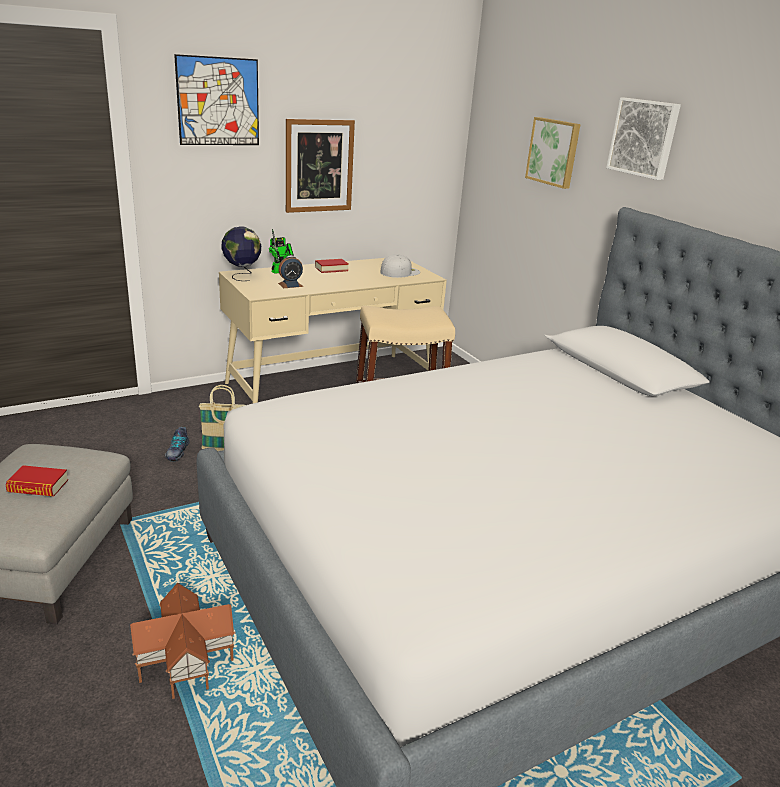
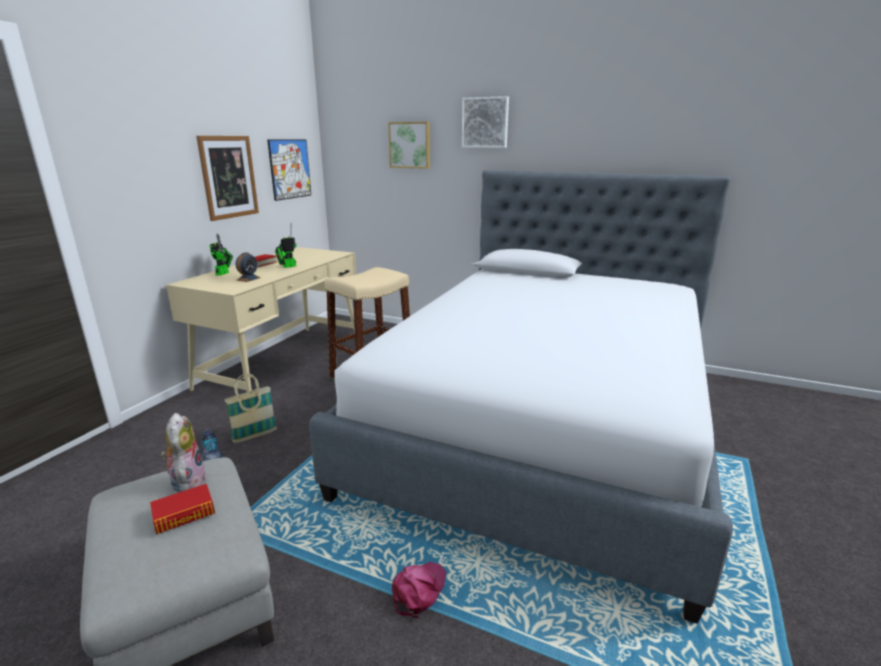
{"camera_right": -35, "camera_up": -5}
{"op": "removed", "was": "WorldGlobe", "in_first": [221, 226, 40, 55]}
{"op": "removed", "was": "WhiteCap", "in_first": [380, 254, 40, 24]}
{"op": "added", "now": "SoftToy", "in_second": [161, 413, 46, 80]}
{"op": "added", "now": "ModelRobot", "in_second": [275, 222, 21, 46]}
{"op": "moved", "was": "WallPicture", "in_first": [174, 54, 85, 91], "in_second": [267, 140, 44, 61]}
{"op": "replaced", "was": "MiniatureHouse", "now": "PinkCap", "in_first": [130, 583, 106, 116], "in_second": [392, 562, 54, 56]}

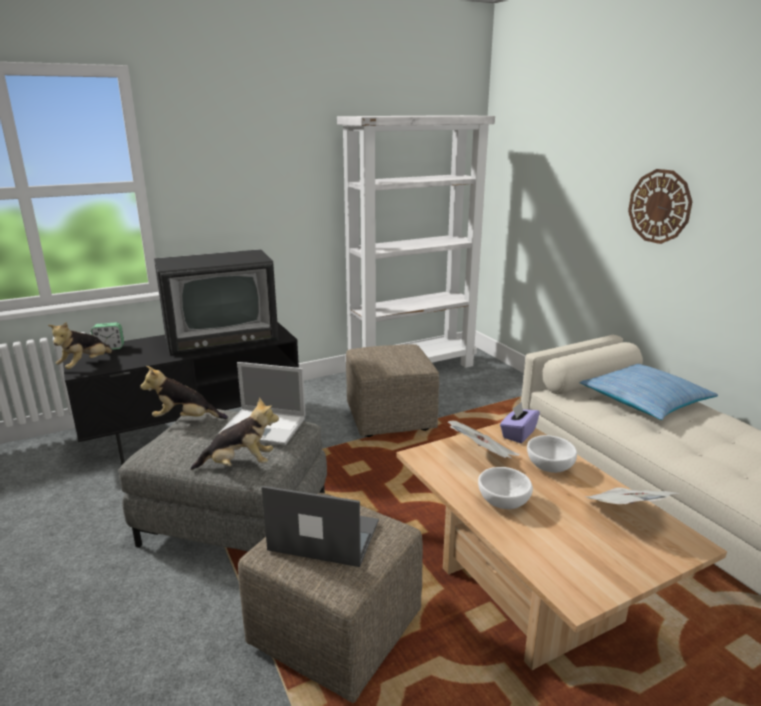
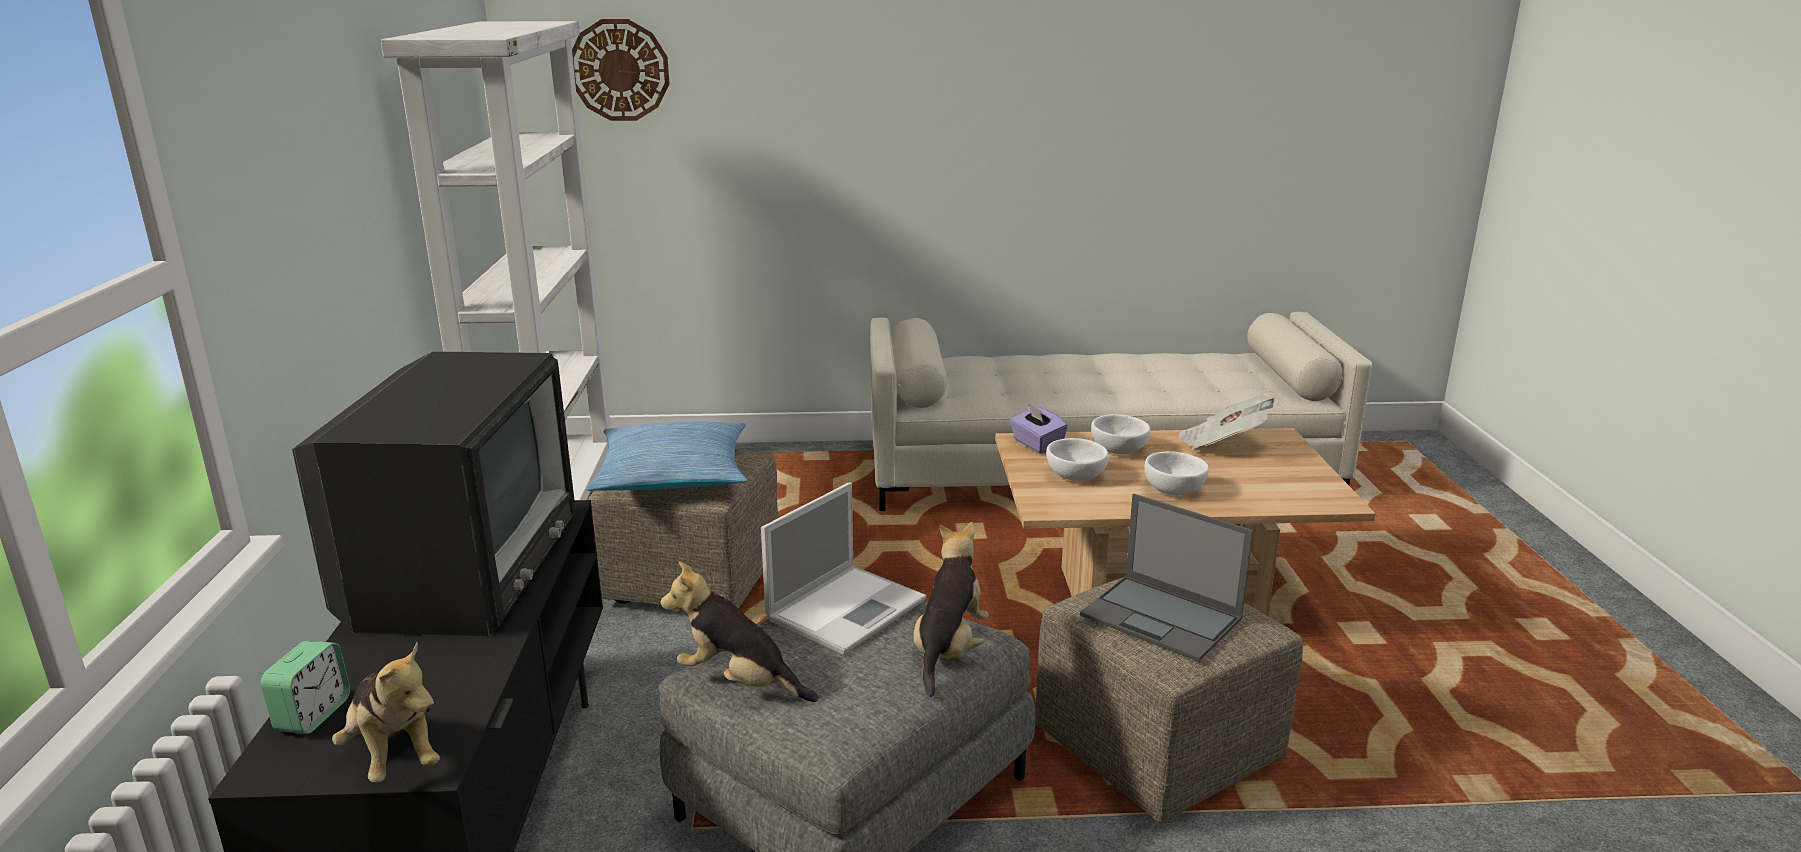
{"camera_right": -65, "camera_up": 0}
{"op": "moved", "was": "Pillow", "in_first": [580, 364, 138, 56], "in_second": [586, 421, 161, 70]}
{"op": "moved", "was": "HangingClock", "in_first": [628, 169, 64, 75], "in_second": [572, 19, 98, 102]}
{"op": "replaced", "was": "DailyPaper", "now": "WhiteDeepDish", "in_first": [448, 421, 72, 37], "in_second": [1046, 438, 63, 43]}
{"op": "turned", "was": "SoftToy", "in_first": [140, 366, 88, 53], "in_second": [660, 561, 158, 141], "clockwise": 90}
{"op": "turned", "was": "NotebookComputer", "in_first": [262, 486, 117, 81], "in_second": [1080, 494, 173, 168], "clockwise": -90}

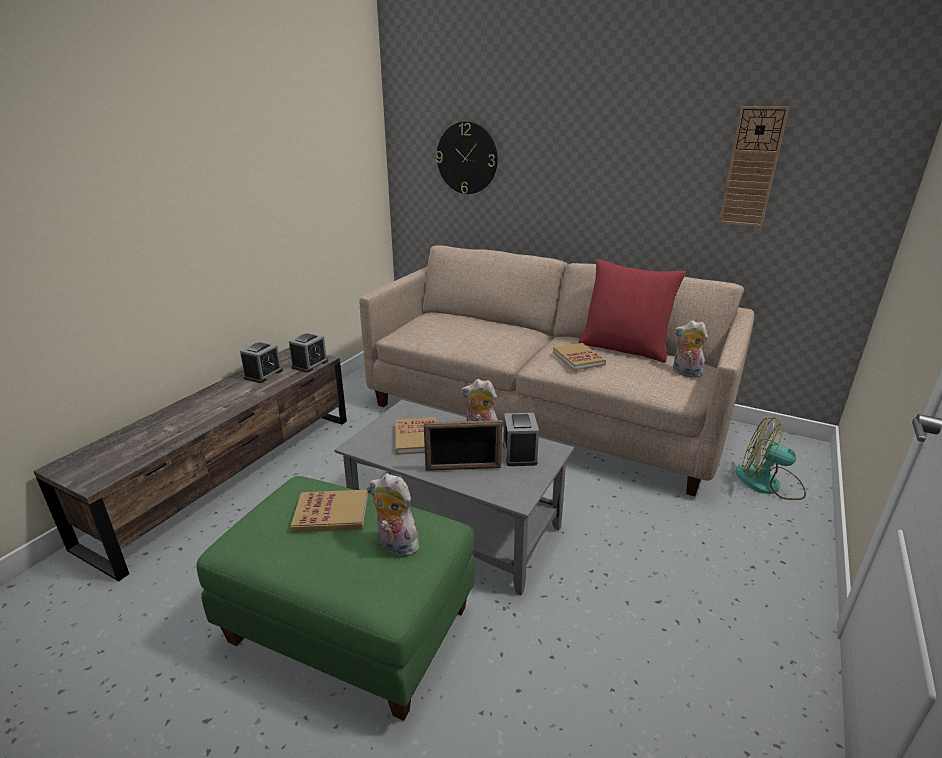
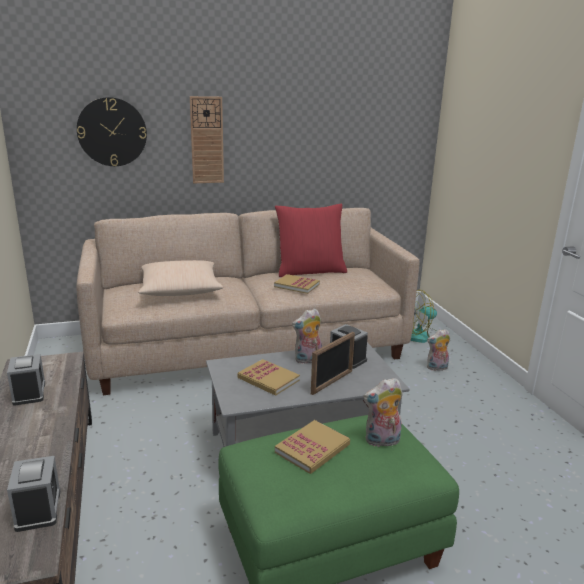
{"camera_right": -45, "camera_up": -5}
{"op": "added", "now": "BeigeColouredPillow", "in_second": [138, 260, 85, 36]}
{"op": "moved", "was": "AlarmClock", "in_first": [289, 333, 39, 40], "in_second": [7, 456, 53, 76]}
{"op": "moved", "was": "SoftToy", "in_first": [673, 320, 35, 58], "in_second": [427, 329, 23, 42]}
{"op": "moved", "was": "HangingClock", "in_first": [719, 106, 70, 121], "in_second": [190, 96, 34, 87]}

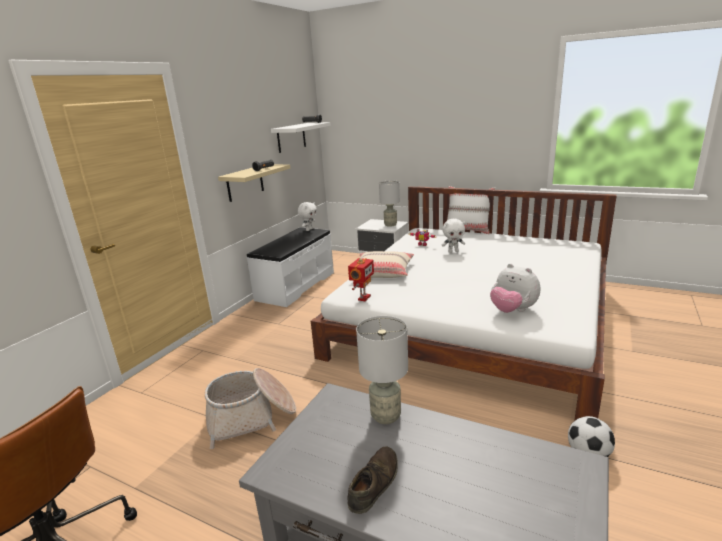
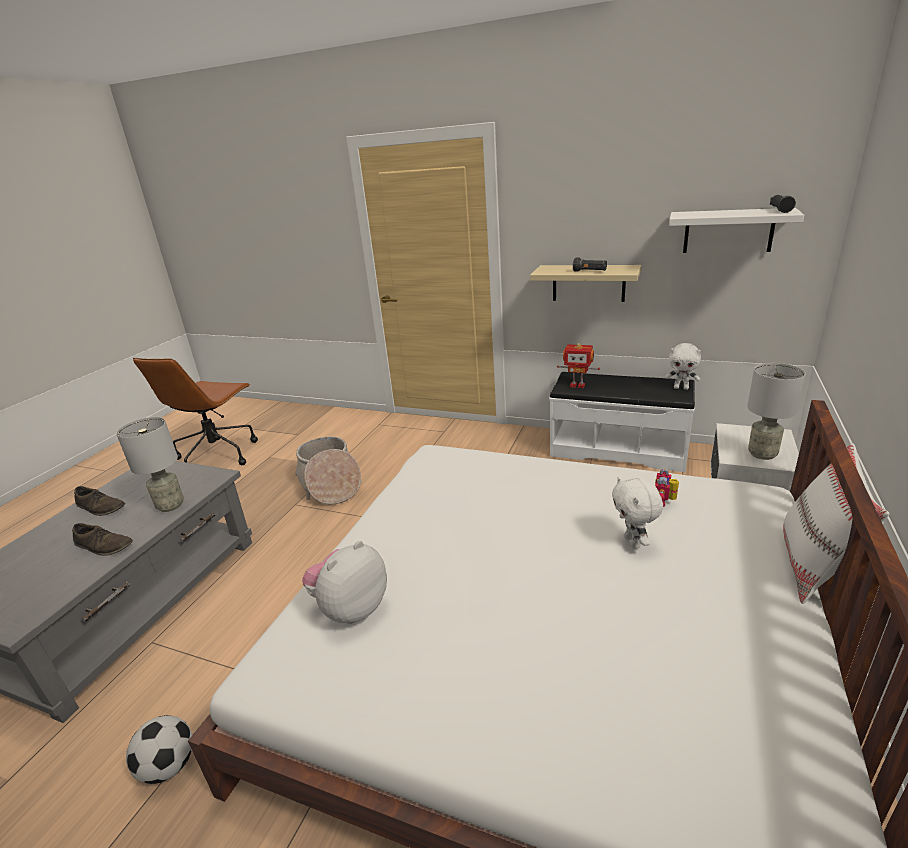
{"camera_right": 85, "camera_up": 5}
{"op": "removed", "was": "BeigeColouredPillow", "in_first": [348, 251, 66, 27]}
{"op": "added", "now": "BrownColouredShoe", "in_second": [72, 523, 61, 33]}
{"op": "moved", "was": "ModelRobot", "in_first": [348, 258, 26, 43], "in_second": [557, 343, 43, 45]}

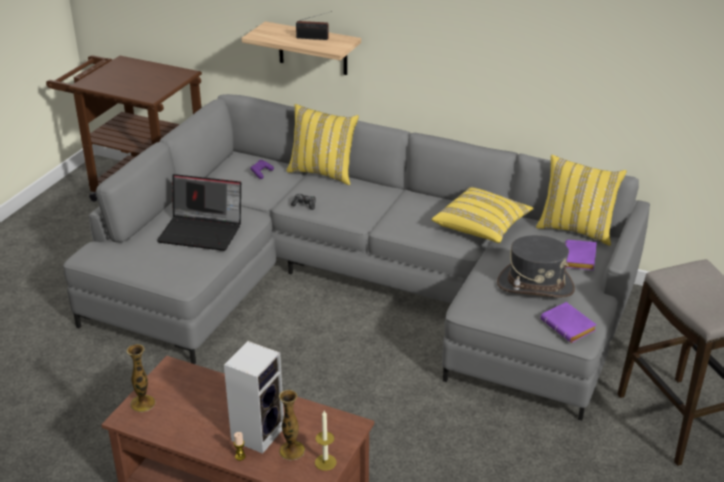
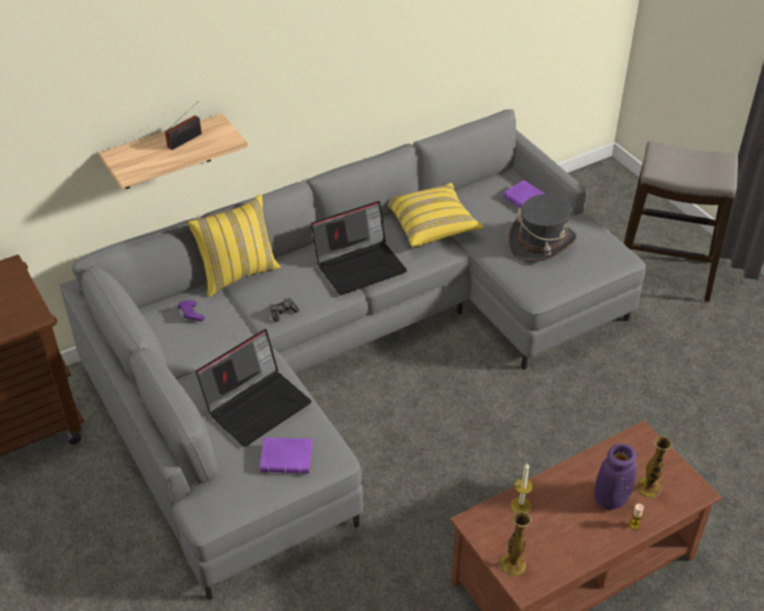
{"camera_right": -55, "camera_up": 10}
{"op": "removed", "was": "YellowPillow", "in_first": [536, 155, 91, 91]}
{"op": "added", "now": "NotebookComputer", "in_second": [311, 201, 96, 94]}
{"op": "moved", "was": "WaxLight", "in_first": [315, 411, 22, 60], "in_second": [510, 463, 23, 50]}
{"op": "moved", "was": "PurplishVolume", "in_first": [540, 302, 57, 41], "in_second": [260, 437, 53, 37]}
{"op": "replaced", "was": "Loudspeaker", "now": "PurplishVase", "in_first": [224, 341, 60, 113], "in_second": [594, 444, 43, 66]}

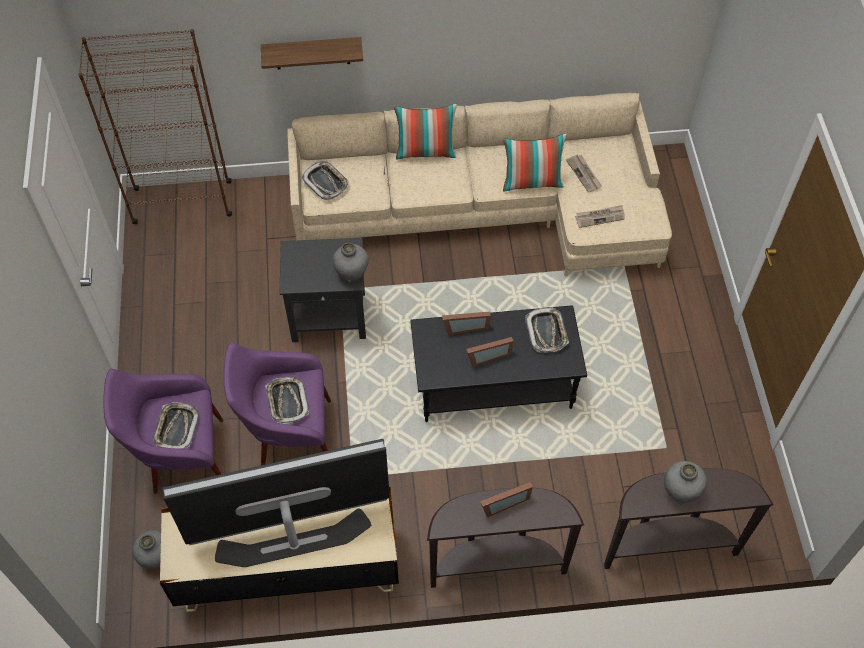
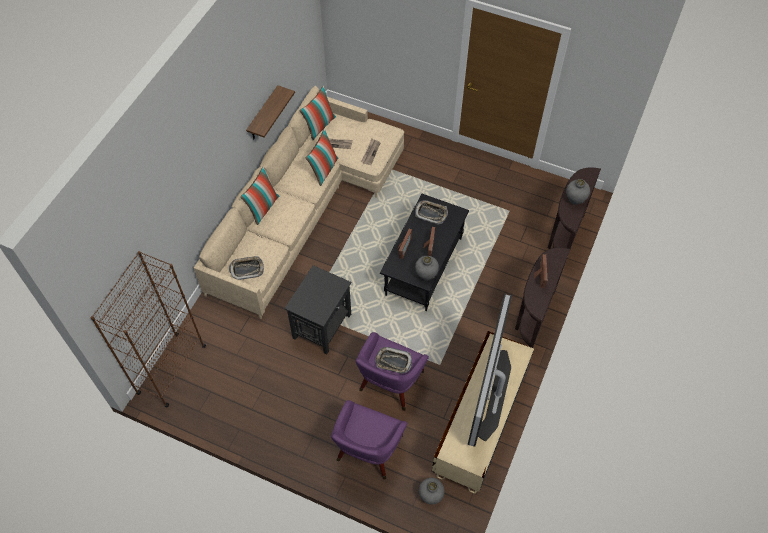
{"camera_right": -60, "camera_up": 0}
{"op": "removed", "was": "Tray", "in_first": [153, 402, 46, 47]}
{"op": "added", "now": "Pillow", "in_second": [299, 86, 37, 54]}
{"op": "moved", "was": "WallShelf", "in_first": [261, 37, 102, 32], "in_second": [246, 85, 49, 54]}
{"op": "moved", "was": "GrayVase", "in_first": [333, 243, 36, 39], "in_second": [415, 256, 24, 24]}

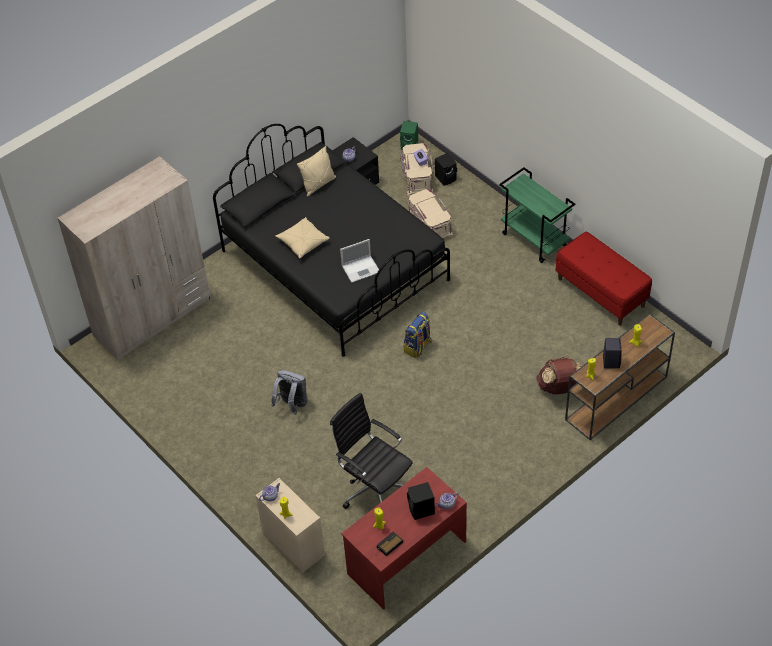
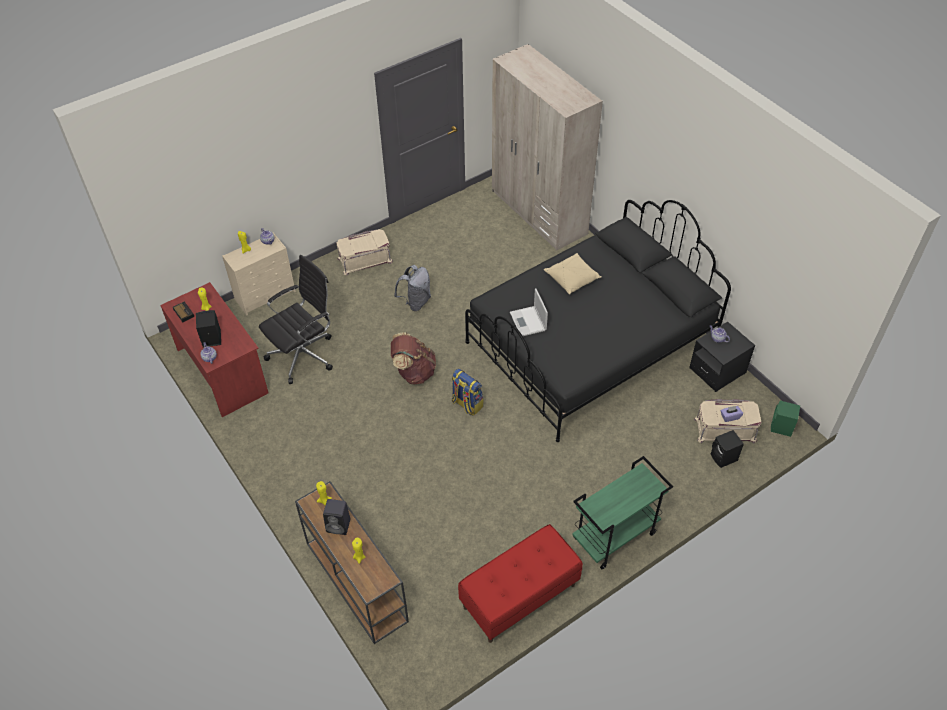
{"camera_right": 95, "camera_up": 0}
{"op": "removed", "was": "BeigeColouredPillow", "in_first": [297, 146, 39, 51]}
{"op": "moved", "was": "BeigeColouredStorageBox", "in_first": [408, 189, 45, 49], "in_second": [336, 229, 57, 46]}
{"op": "moved", "was": "BrownColouredRucksack", "in_first": [536, 357, 47, 37], "in_second": [391, 332, 45, 52]}

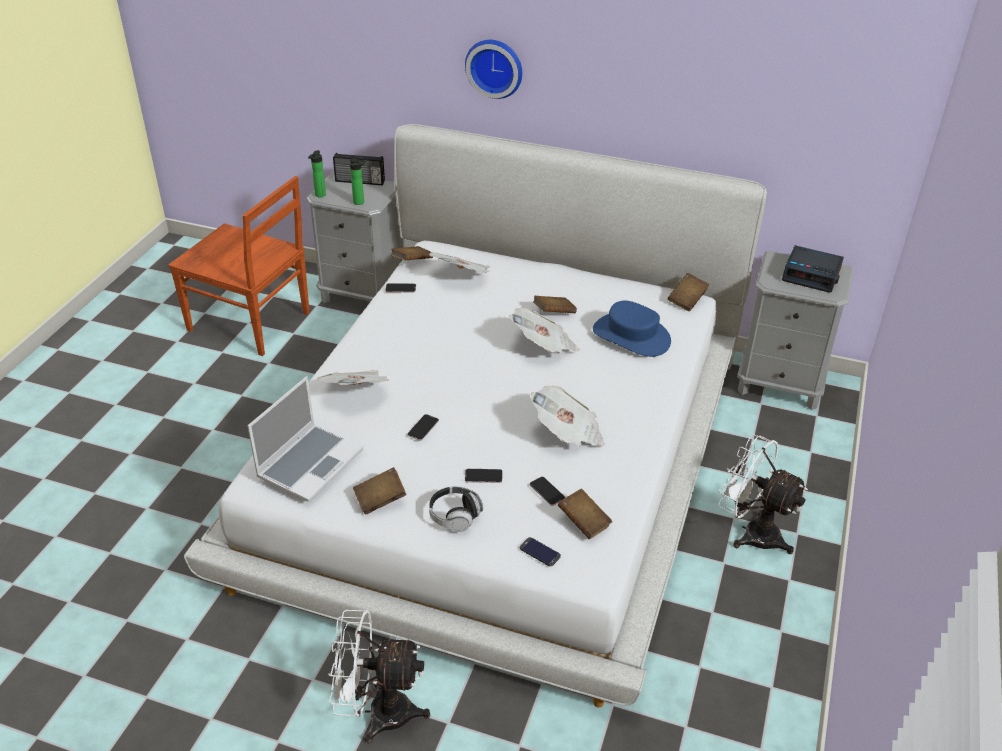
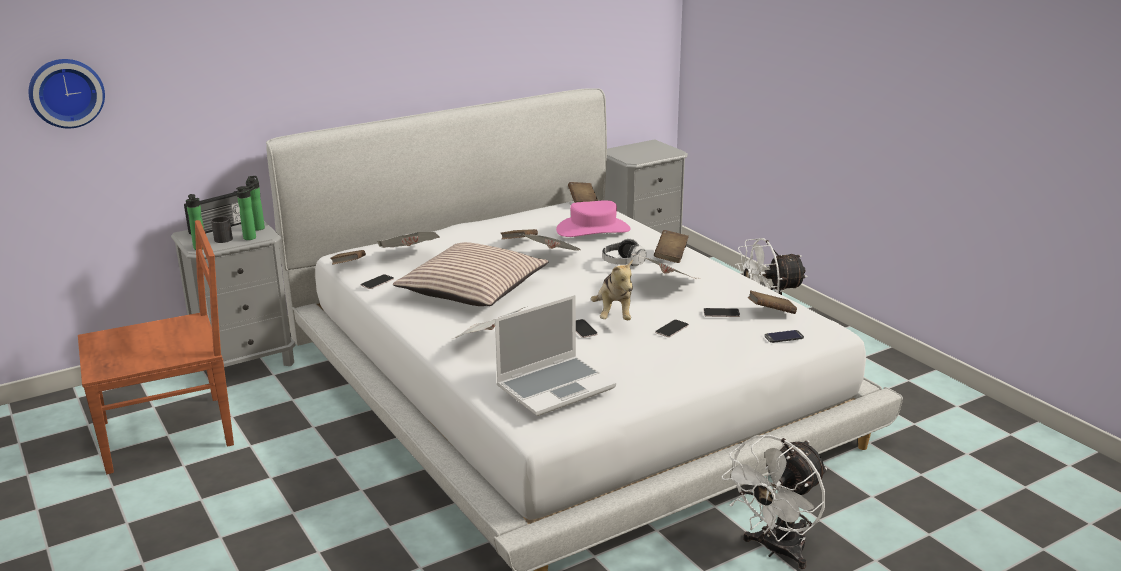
{"camera_right": -50, "camera_up": -15}
{"op": "removed", "was": "AlarmClock", "in_first": [782, 245, 62, 48]}
{"op": "added", "now": "BlackMug", "in_second": [211, 216, 22, 27]}
{"op": "added", "now": "DrinkBottle", "in_second": [246, 176, 19, 55]}
{"op": "added", "now": "Pillow", "in_second": [393, 242, 155, 64]}
{"op": "added", "now": "SoftToy", "in_second": [591, 259, 42, 61]}
{"op": "moved", "was": "BrownColouredVolume", "in_first": [353, 467, 53, 48], "in_second": [654, 230, 35, 33]}
{"op": "moved", "was": "Headset", "in_first": [429, 486, 54, 46], "in_second": [602, 239, 44, 27]}
{"op": "moved", "was": "HangingClock", "in_first": [465, 40, 57, 59], "in_second": [29, 59, 76, 69]}
{"op": "recoloured", "was": "BlueColouredHat", "now": "PinkHat", "in_first": [593, 301, 78, 56], "in_second": [556, 200, 74, 37]}
{"op": "turned", "was": "NotebookComputer", "in_first": [247, 376, 116, 126], "in_second": [495, 295, 121, 121], "clockwise": 75}

